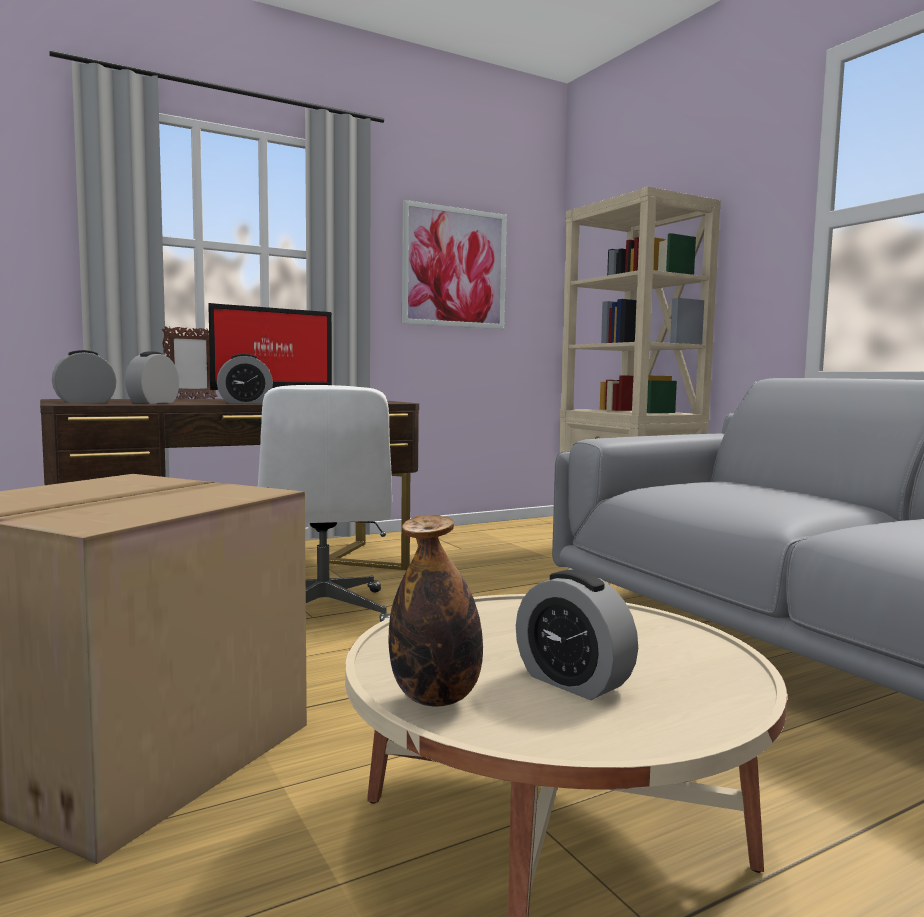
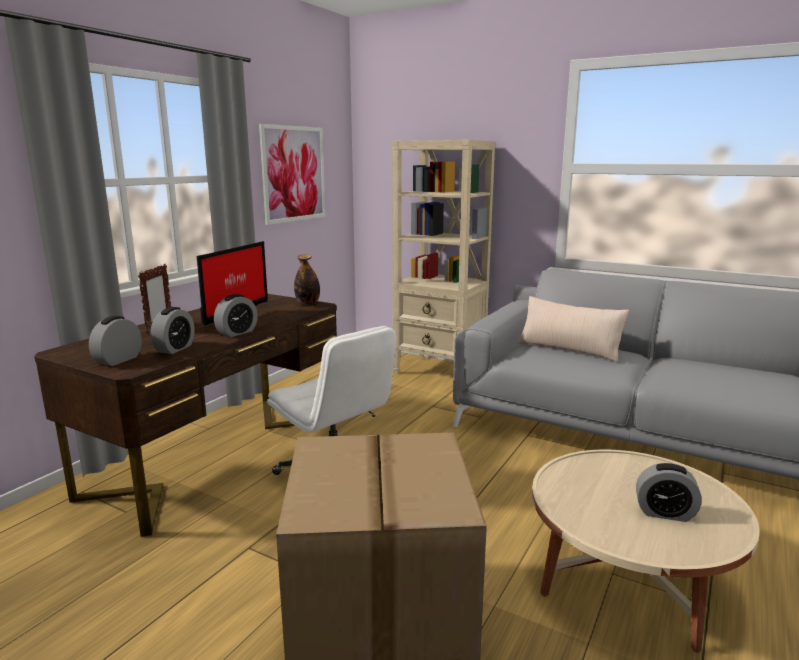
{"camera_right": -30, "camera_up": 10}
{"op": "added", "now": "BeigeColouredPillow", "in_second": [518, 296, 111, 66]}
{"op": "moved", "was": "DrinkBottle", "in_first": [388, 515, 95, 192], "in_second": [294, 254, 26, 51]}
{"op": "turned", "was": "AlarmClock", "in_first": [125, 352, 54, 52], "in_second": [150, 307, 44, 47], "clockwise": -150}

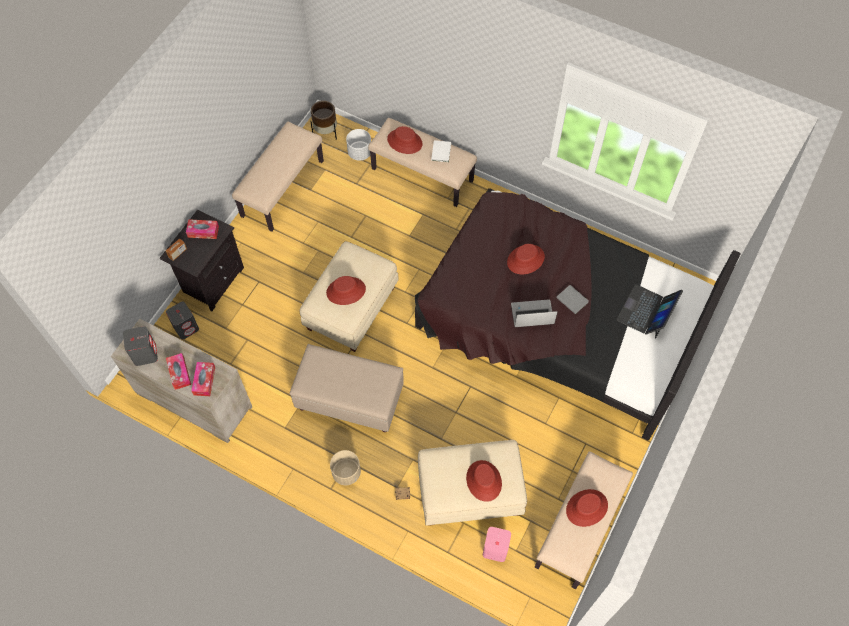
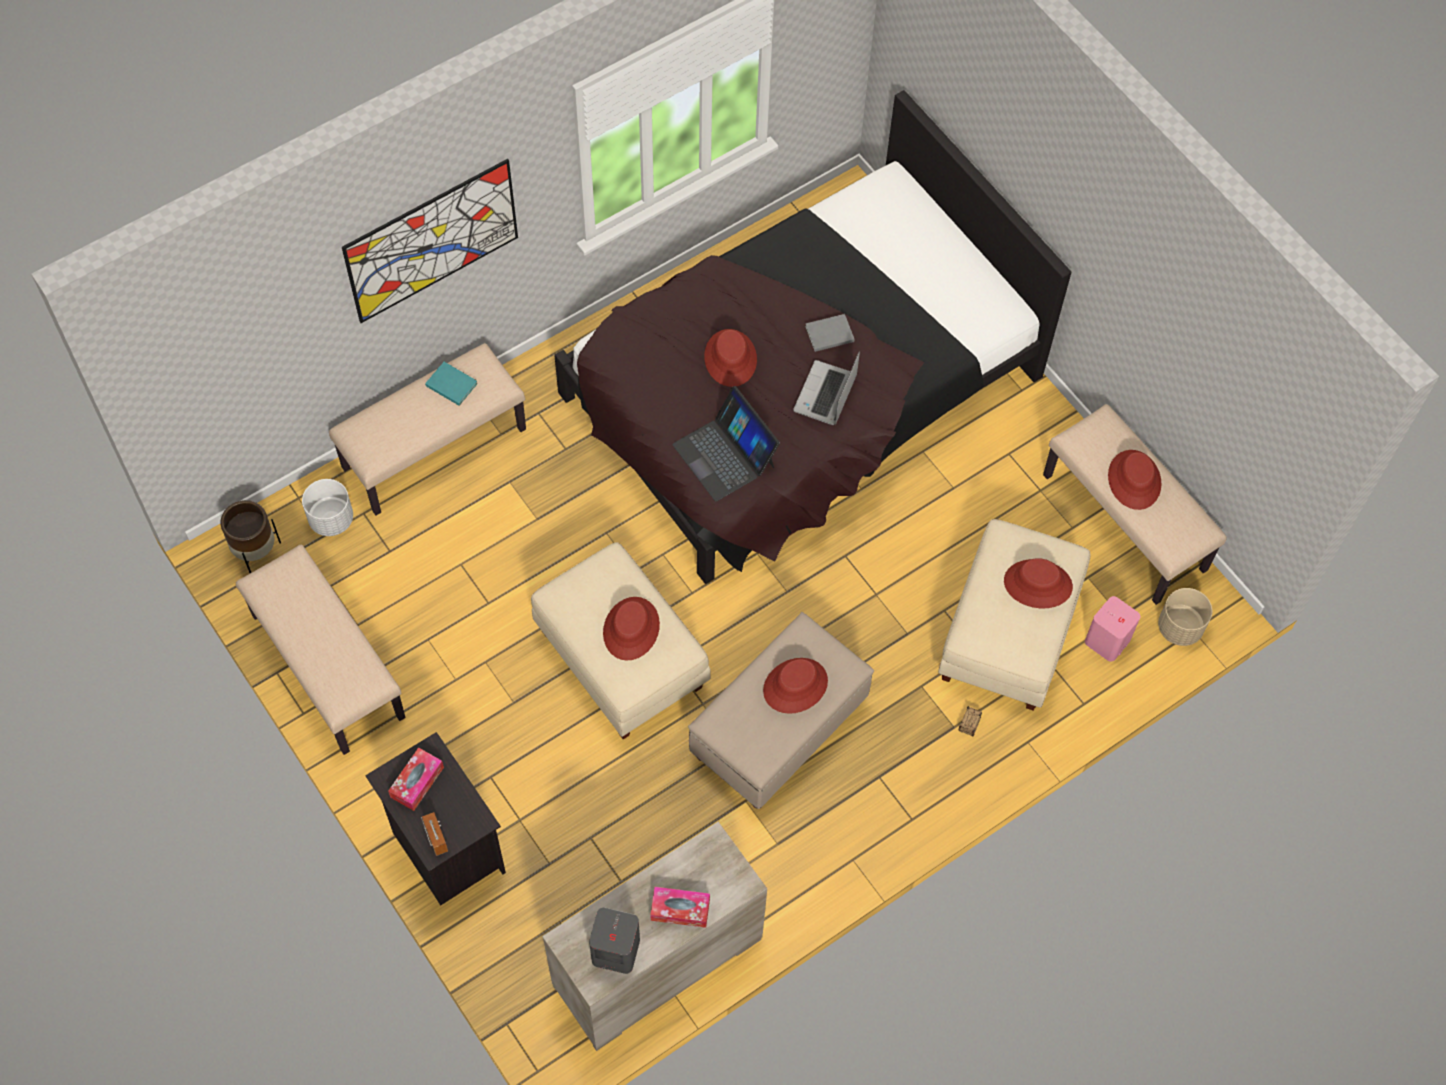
{"camera_right": -65, "camera_up": 0}
{"op": "removed", "was": "GrayLoudspeaker", "in_first": [166, 301, 33, 38]}
{"op": "removed", "was": "TissueBox", "in_first": [191, 362, 24, 34]}
{"op": "added", "now": "WallPicture", "in_second": [342, 159, 176, 164]}
{"op": "moved", "was": "BeigeColouredPlantPot", "in_first": [330, 450, 31, 35], "in_second": [1158, 588, 54, 58]}
{"op": "moved", "was": "RedHat", "in_first": [387, 126, 36, 28], "in_second": [763, 658, 65, 56]}
{"op": "moved", "was": "NotebookComputer", "in_first": [616, 284, 67, 55], "in_second": [672, 386, 108, 115]}
{"op": "recoloured", "was": "WhiteVolume", "now": "TurquoiseColouredVolume", "in_first": [431, 140, 20, 22], "in_second": [425, 362, 53, 43]}

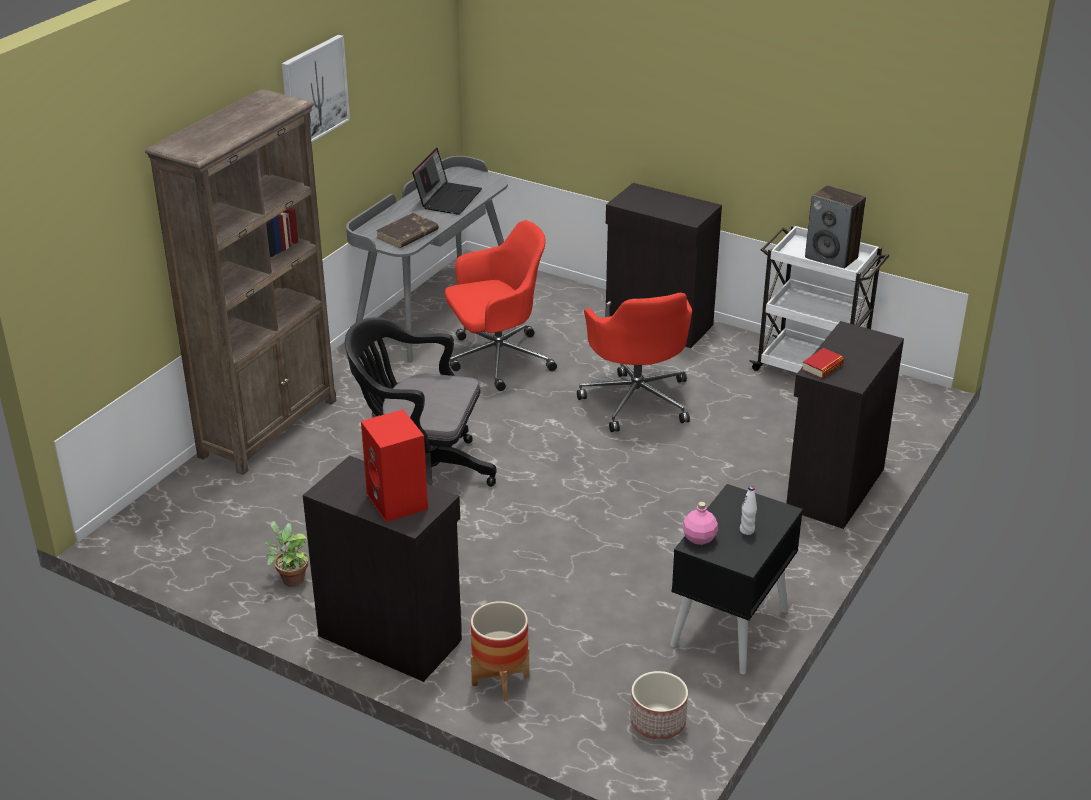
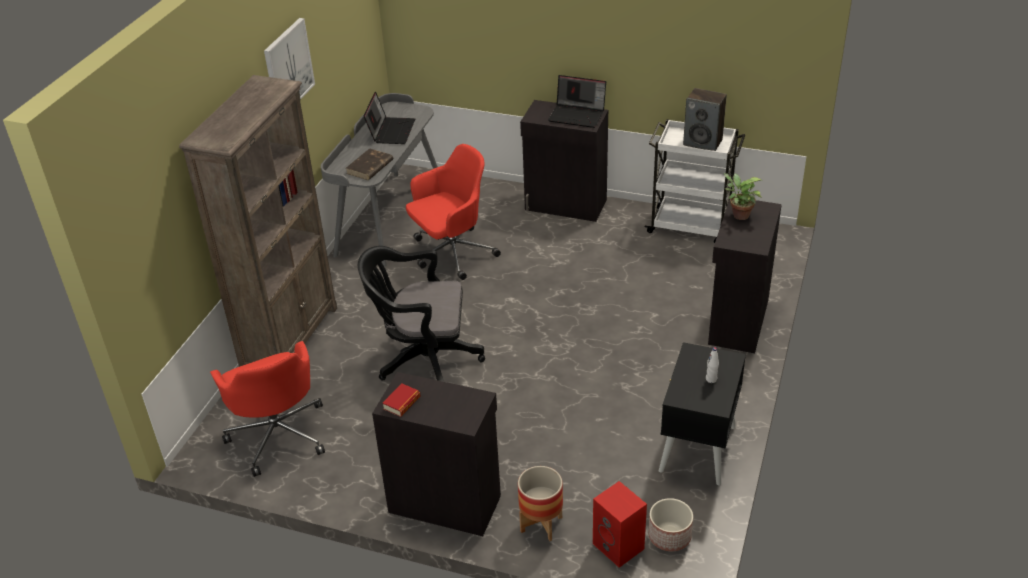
{"camera_right": -10, "camera_up": 5}
{"op": "removed", "was": "PinkDrinkBottle", "in_first": [682, 502, 36, 43]}
{"op": "added", "now": "NotebookComputer", "in_second": [548, 75, 58, 53]}
{"op": "moved", "was": "Houseplant", "in_first": [265, 521, 45, 66], "in_second": [724, 173, 38, 47]}
{"op": "moved", "was": "RedLoudspeaker", "in_first": [361, 409, 67, 113], "in_second": [593, 481, 54, 87]}
{"op": "moved", "was": "RedComputerChair", "in_first": [577, 293, 115, 139], "in_second": [210, 341, 115, 136]}
{"op": "moved", "was": "Volume", "in_first": [802, 348, 42, 31], "in_second": [382, 383, 38, 34]}

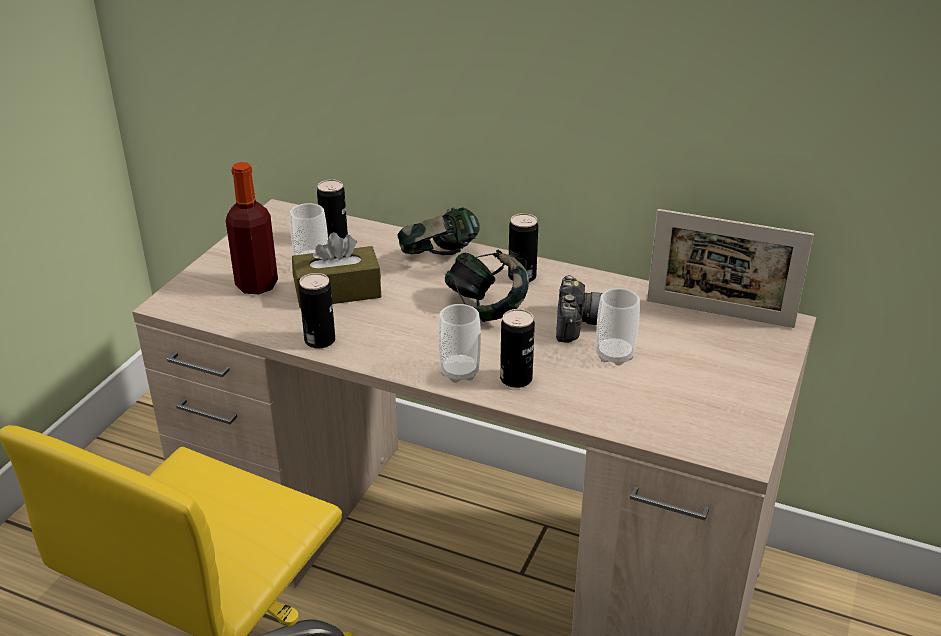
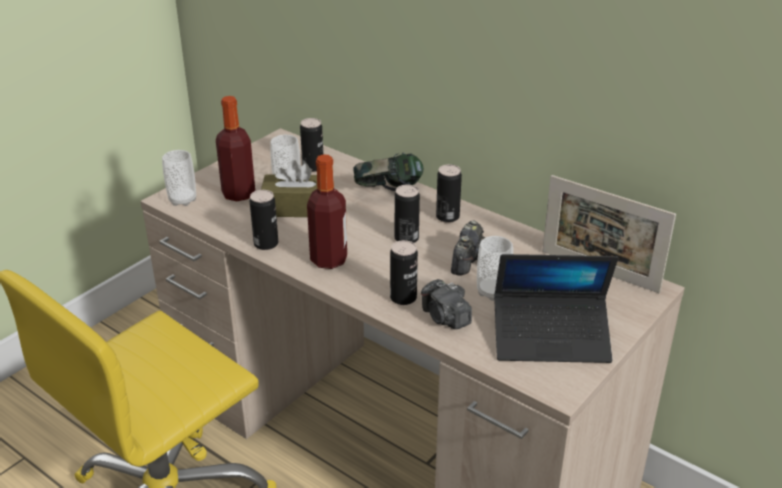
{"camera_right": 15, "camera_up": 0}
{"op": "added", "now": "DrinkBottle", "in_second": [307, 154, 40, 115]}
{"op": "added", "now": "StillCamera", "in_second": [421, 279, 51, 50]}
{"op": "added", "now": "NotebookComputer", "in_second": [494, 254, 124, 109]}
{"op": "moved", "was": "DrinkingCup", "in_first": [438, 304, 43, 79], "in_second": [162, 150, 34, 56]}
{"op": "replaced", "was": "Headset", "now": "Can", "in_first": [445, 250, 84, 72], "in_second": [395, 185, 25, 58]}

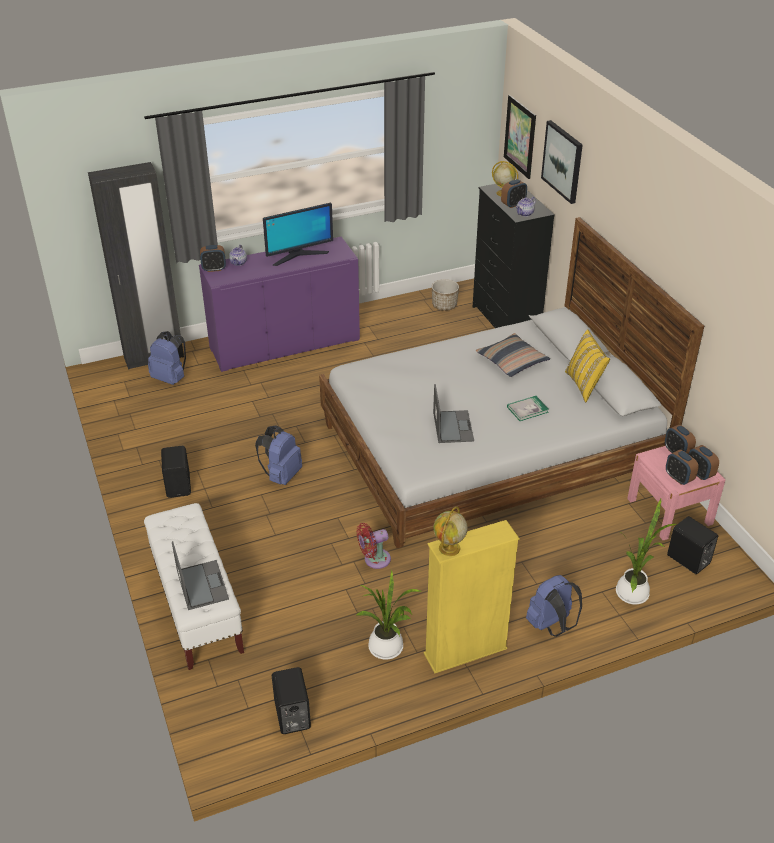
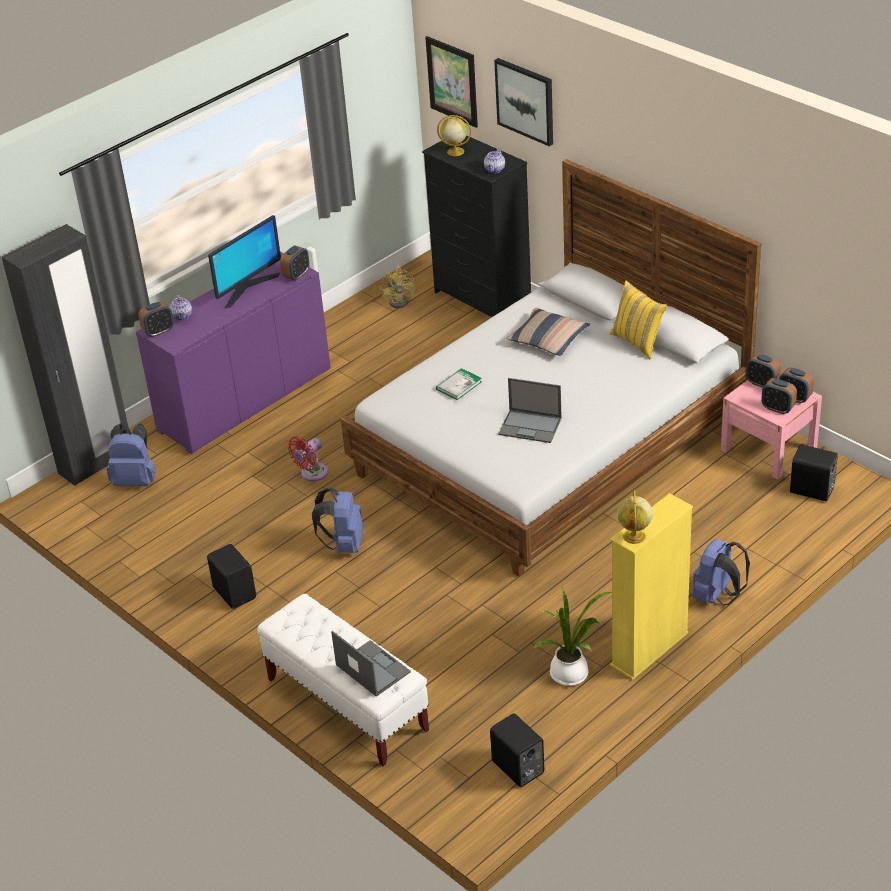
{"camera_right": -20, "camera_up": 0}
{"op": "removed", "was": "Houseplant", "in_first": [616, 499, 60, 106]}
{"op": "moved", "was": "RedCoolingFan", "in_first": [357, 523, 34, 46], "in_second": [288, 437, 41, 44]}
{"op": "moved", "was": "AlarmClock", "in_first": [501, 179, 26, 29], "in_second": [280, 245, 29, 36]}
{"op": "moved", "was": "Volume", "in_first": [507, 396, 42, 25], "in_second": [436, 368, 46, 32]}
{"op": "replaced", "was": "PlantPot", "now": "YellowCoolingFan", "in_first": [432, 279, 27, 32], "in_second": [380, 267, 37, 41]}
{"op": "turned", "was": "NotebookComputer", "in_first": [433, 384, 41, 59], "in_second": [498, 378, 64, 65], "clockwise": 135}

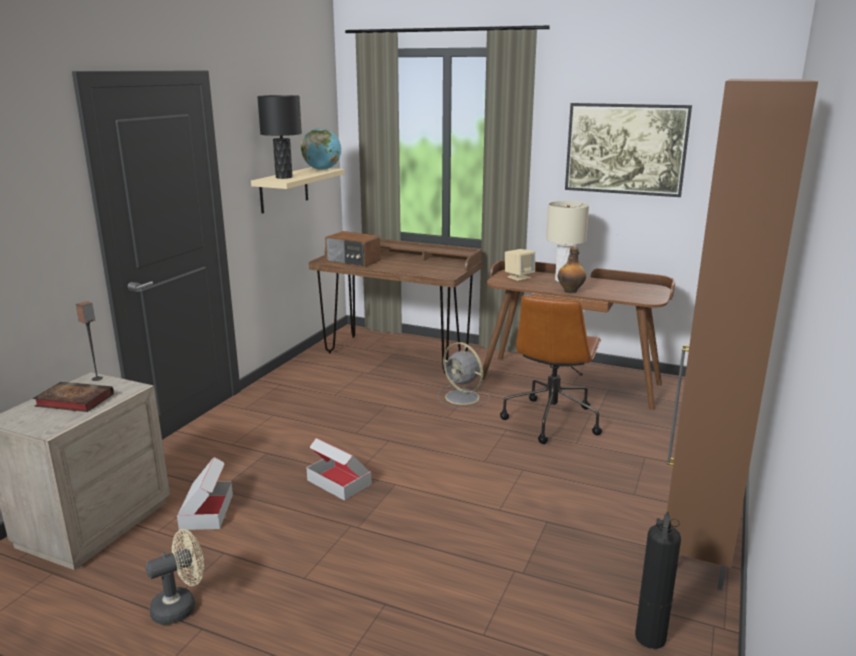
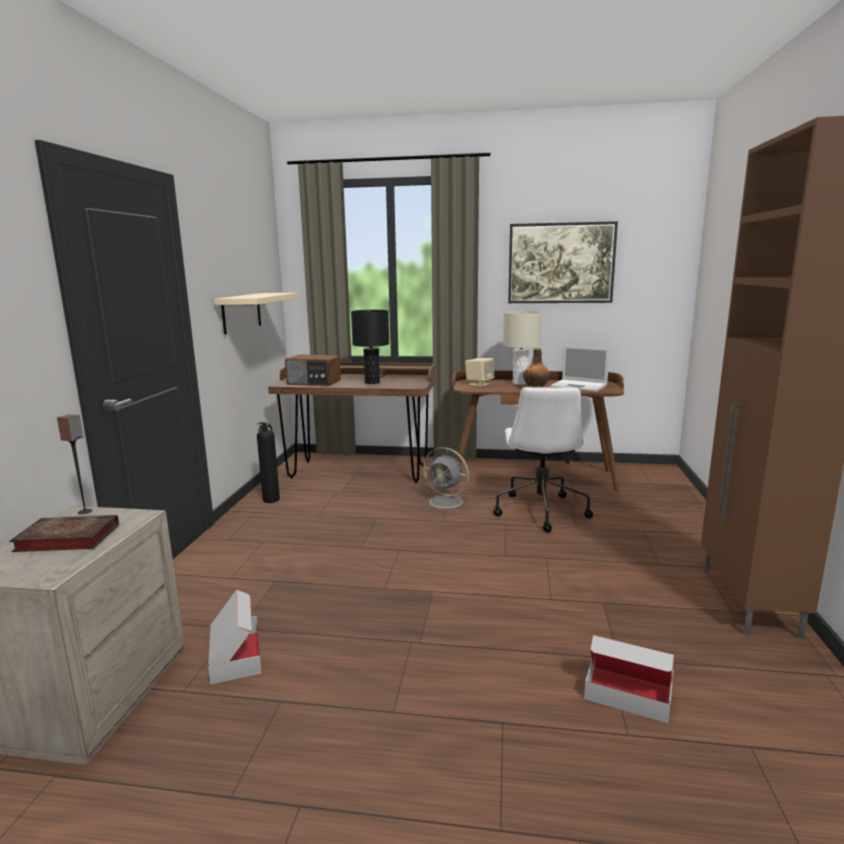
{"camera_right": -15, "camera_up": -5}
{"op": "removed", "was": "BeigeColouredCoolingFan", "in_first": [145, 529, 59, 96]}
{"op": "removed", "was": "WorldGlobe", "in_first": [301, 128, 40, 42]}
{"op": "added", "now": "NotebookComputer", "in_second": [550, 345, 60, 47]}
{"op": "moved", "was": "BlackLampForATable", "in_first": [257, 95, 45, 84], "in_second": [351, 310, 38, 74]}
{"op": "moved", "was": "CardboardBox", "in_first": [307, 438, 65, 63], "in_second": [584, 635, 90, 88]}
{"op": "moved", "was": "Extinguisher", "in_first": [635, 511, 46, 138], "in_second": [257, 422, 23, 81]}
{"op": "recoloured", "was": "BrownColouredComputerChair", "now": "WhiteComputerChair", "in_first": [500, 295, 102, 149], "in_second": [493, 386, 100, 146]}

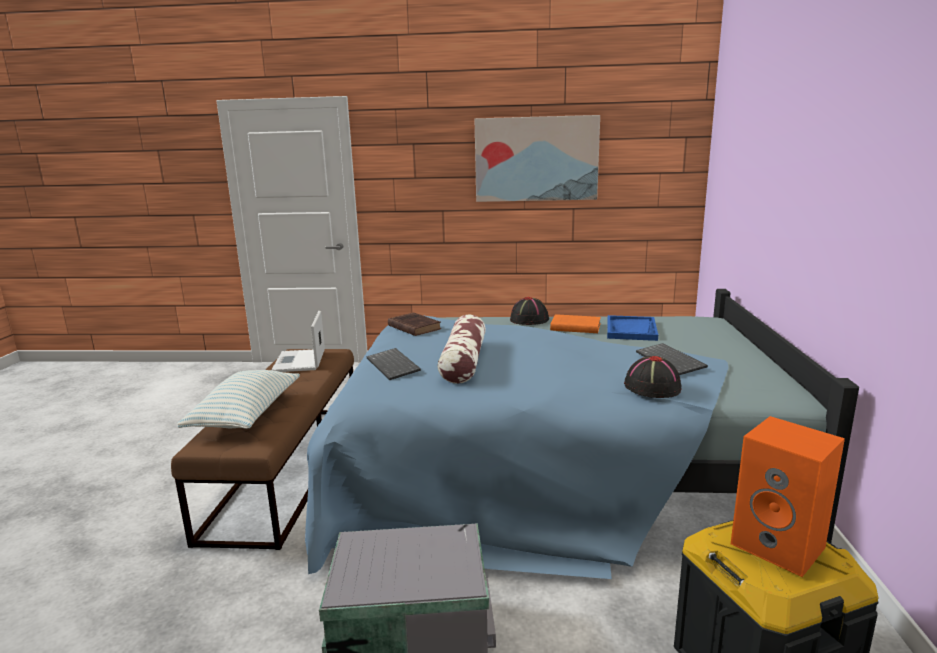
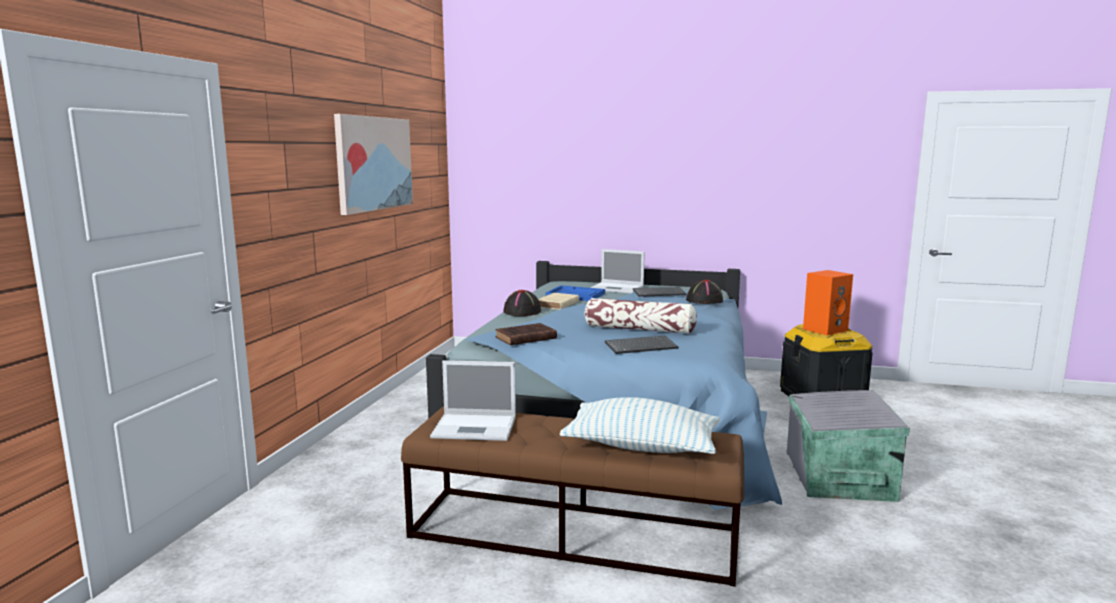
{"camera_right": -80, "camera_up": -5}
{"op": "added", "now": "NotebookComputer", "in_second": [590, 249, 55, 45]}
{"op": "recoloured", "was": "OrangeVolume", "now": "BeigeColouredVolume", "in_first": [550, 314, 51, 19], "in_second": [538, 293, 41, 17]}

